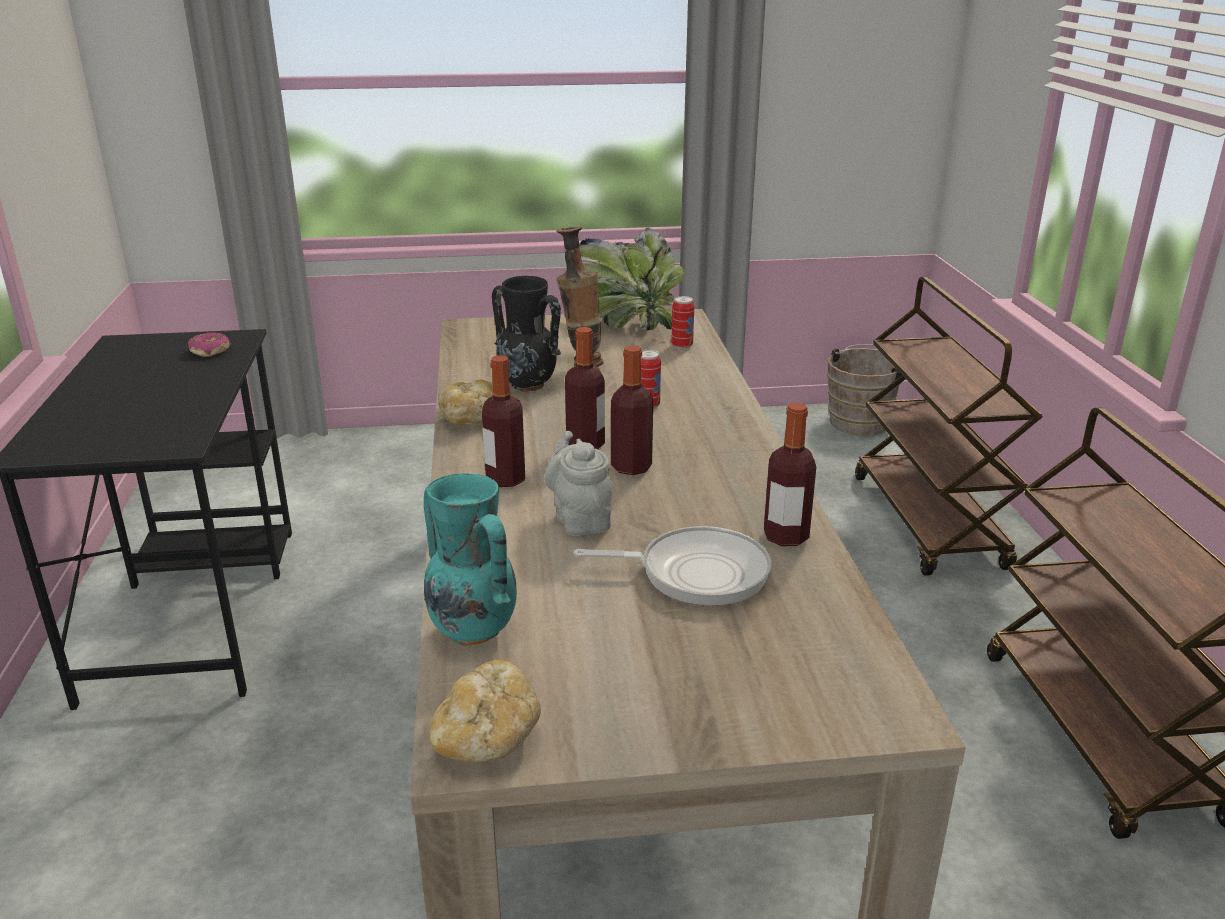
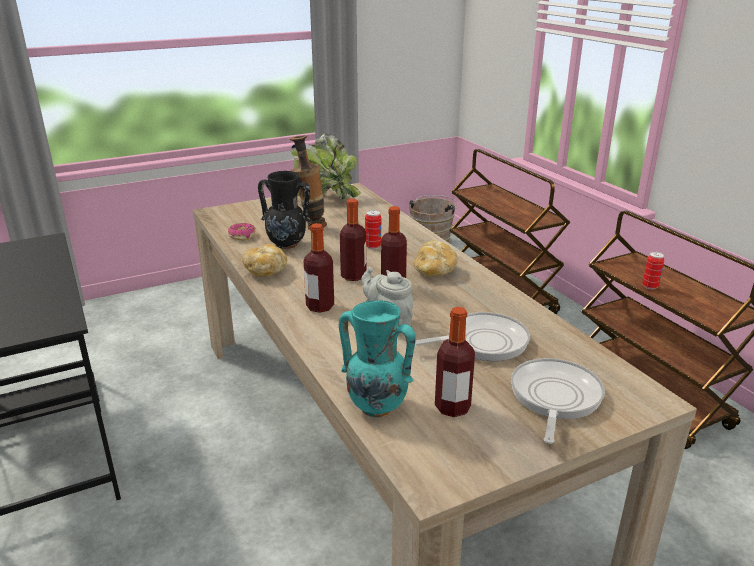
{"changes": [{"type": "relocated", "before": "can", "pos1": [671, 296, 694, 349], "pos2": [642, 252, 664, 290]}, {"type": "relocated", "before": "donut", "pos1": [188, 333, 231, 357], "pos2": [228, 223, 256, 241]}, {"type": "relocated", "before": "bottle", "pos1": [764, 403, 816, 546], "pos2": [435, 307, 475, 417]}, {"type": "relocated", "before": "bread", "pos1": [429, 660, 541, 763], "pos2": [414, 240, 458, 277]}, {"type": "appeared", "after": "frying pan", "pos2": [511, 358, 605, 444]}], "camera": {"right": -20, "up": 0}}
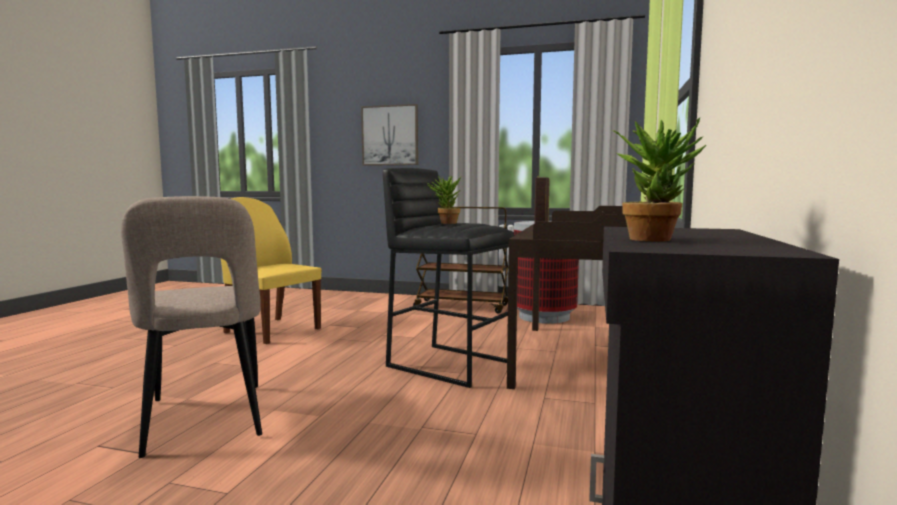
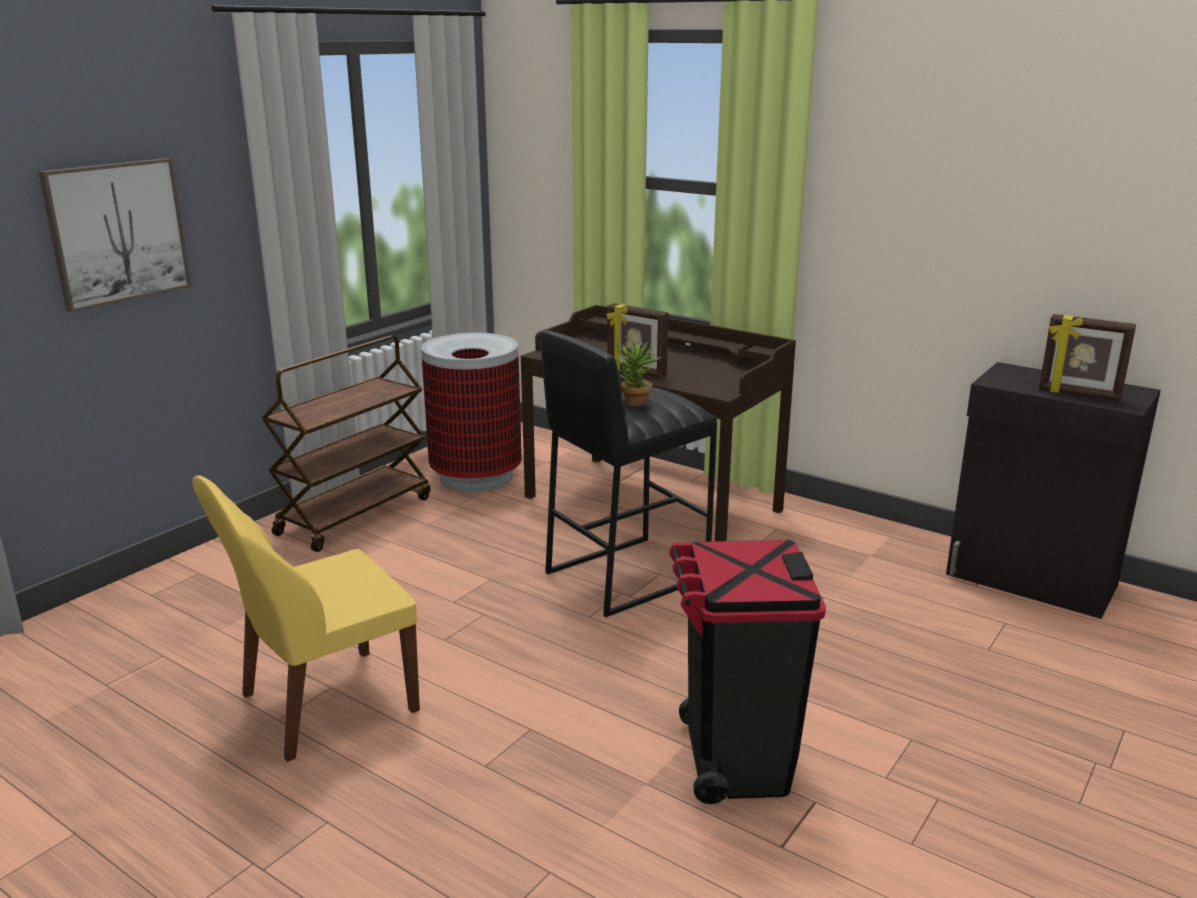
{"changes": [{"type": "exchanged", "before": "potted plant", "after": "picture frame", "pos1": [612, 118, 706, 241], "pos2": [1039, 314, 1136, 401]}, {"type": "exchanged", "before": "beige chair", "after": "black trash can", "pos1": [121, 196, 262, 458], "pos2": [669, 540, 826, 804]}], "camera": {"right": -70, "up": 15}}
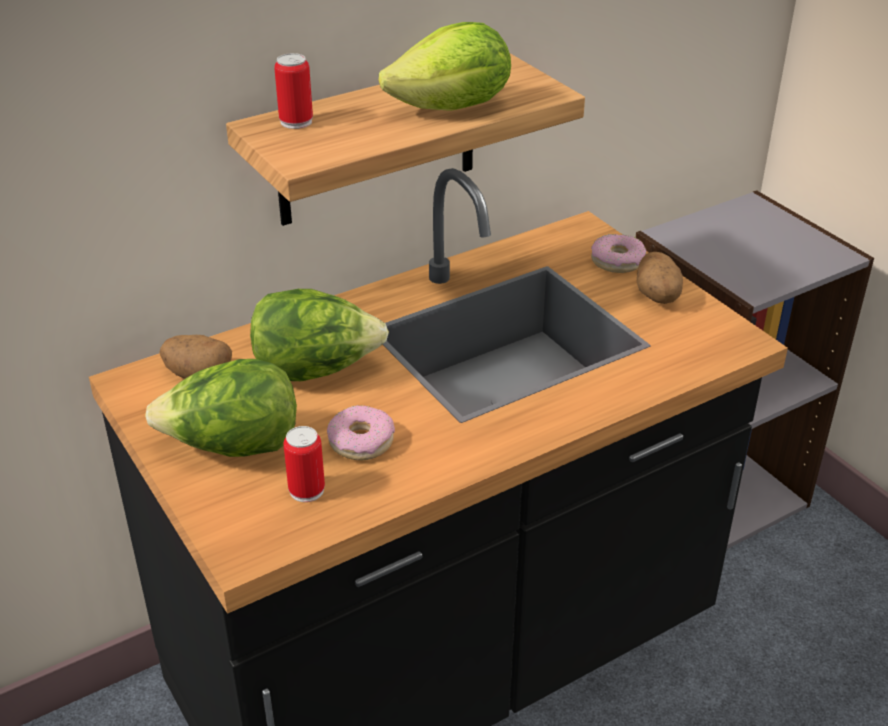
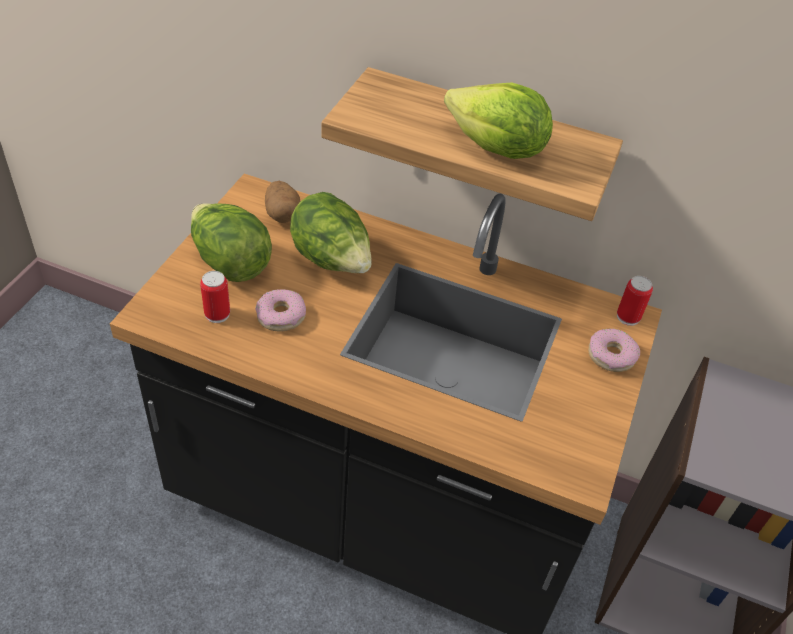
{"changes": [{"type": "relocated", "before": "can", "pos1": [274, 53, 313, 129], "pos2": [617, 276, 653, 326]}, {"type": "missing", "before": "potato", "pos1": [637, 252, 683, 304]}], "camera": {"right": 50, "up": 10}}
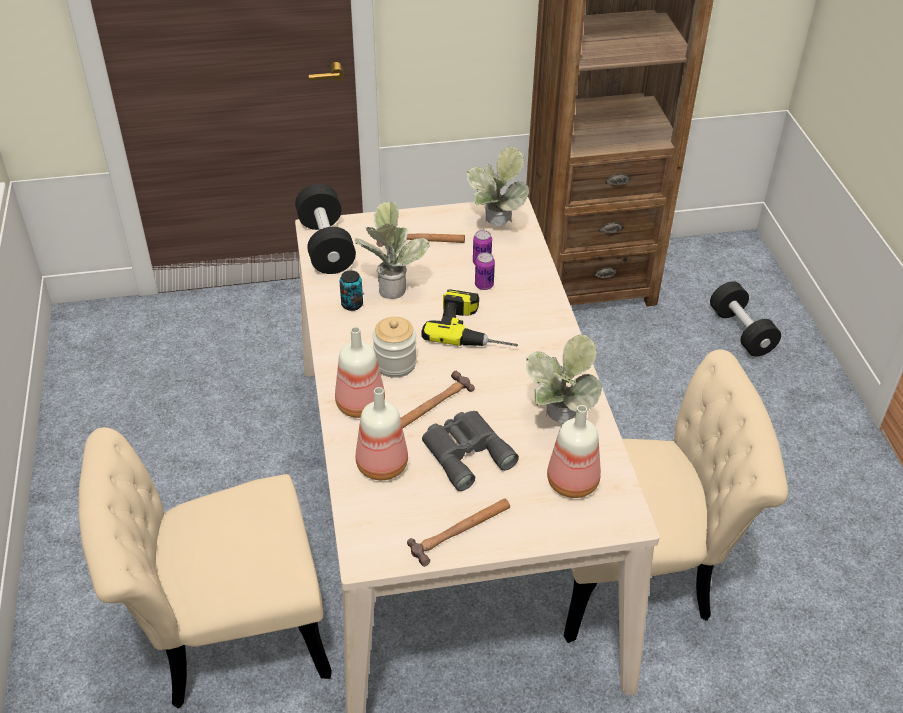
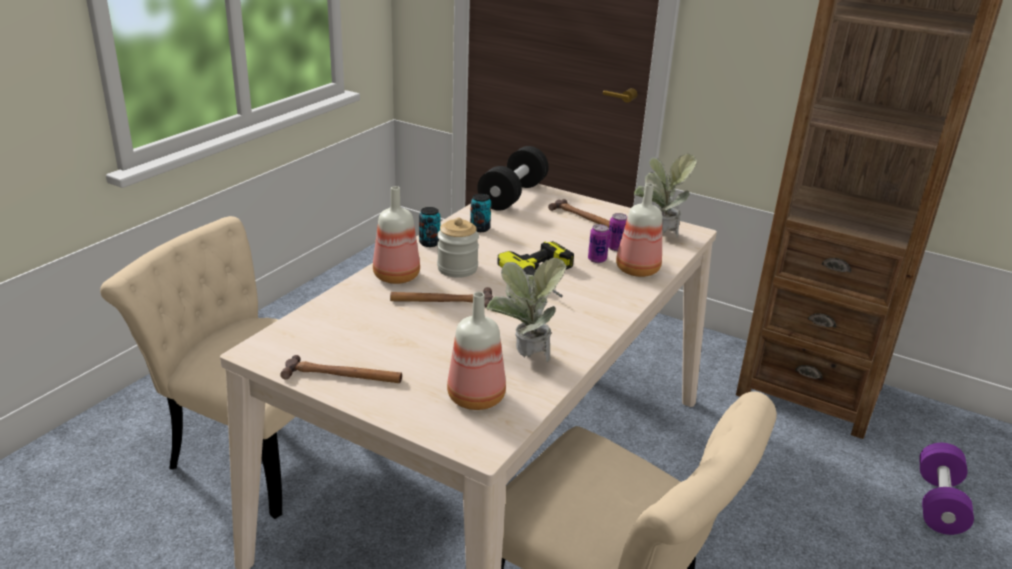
{"changes": [{"type": "missing", "before": "potted plant", "pos1": [355, 202, 431, 299]}, {"type": "colour", "before": "black dumbbell", "after": "purple dumbbell", "pos1": [710, 281, 781, 357], "pos2": [919, 443, 974, 535]}, {"type": "relocated", "before": "bottle", "pos1": [356, 387, 408, 480], "pos2": [616, 183, 662, 277]}, {"type": "missing", "before": "grey binoculars", "pos1": [422, 411, 519, 491]}, {"type": "appeared", "after": "can", "pos2": [419, 207, 440, 247]}], "camera": {"right": 40, "up": -15}}
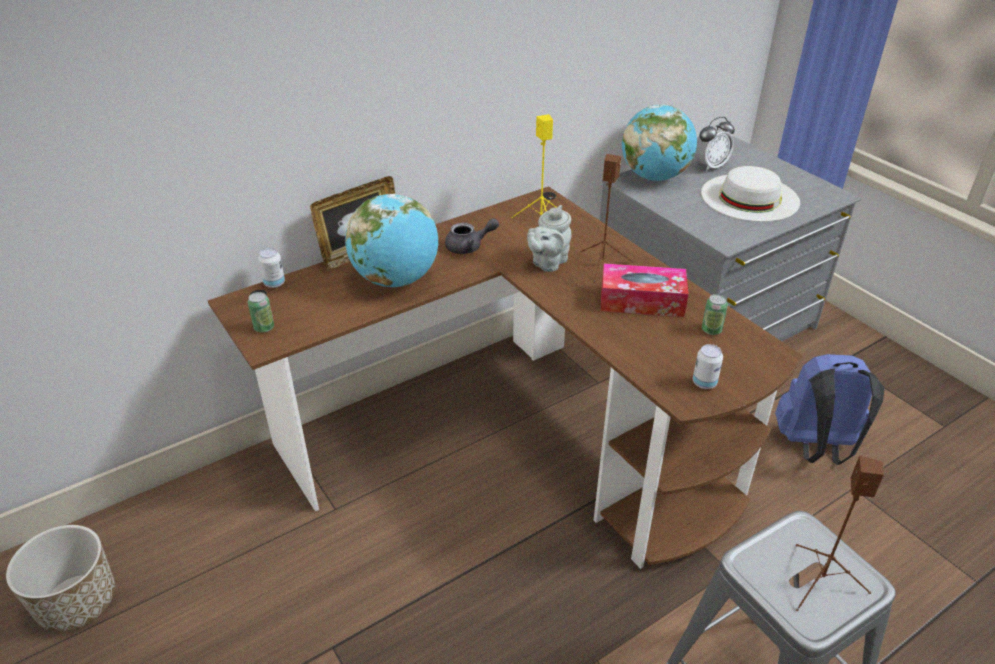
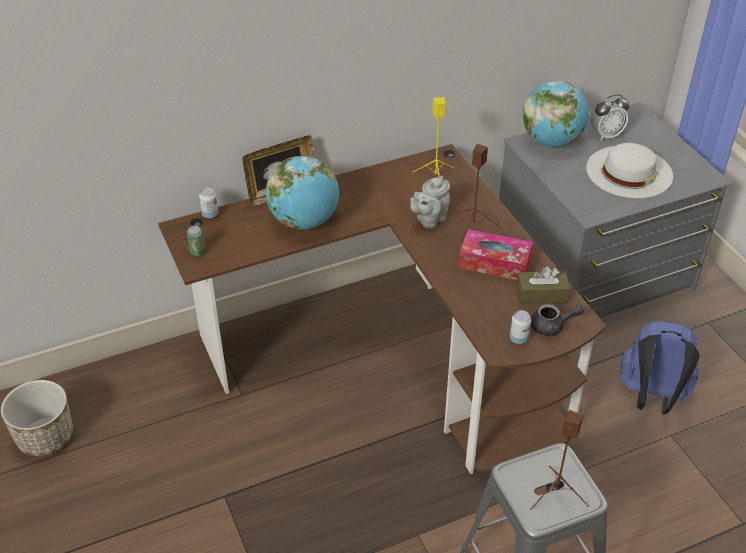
{"changes": [{"type": "relocated", "before": "grey teapot", "pos1": [445, 218, 499, 254], "pos2": [531, 304, 584, 336]}, {"type": "exchanged", "before": "can", "after": "brown tissue box", "pos1": [702, 294, 728, 335], "pos2": [516, 267, 570, 305]}], "camera": {"right": 10, "up": 5}}
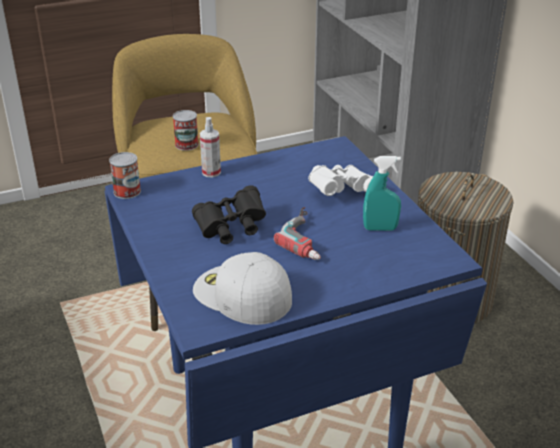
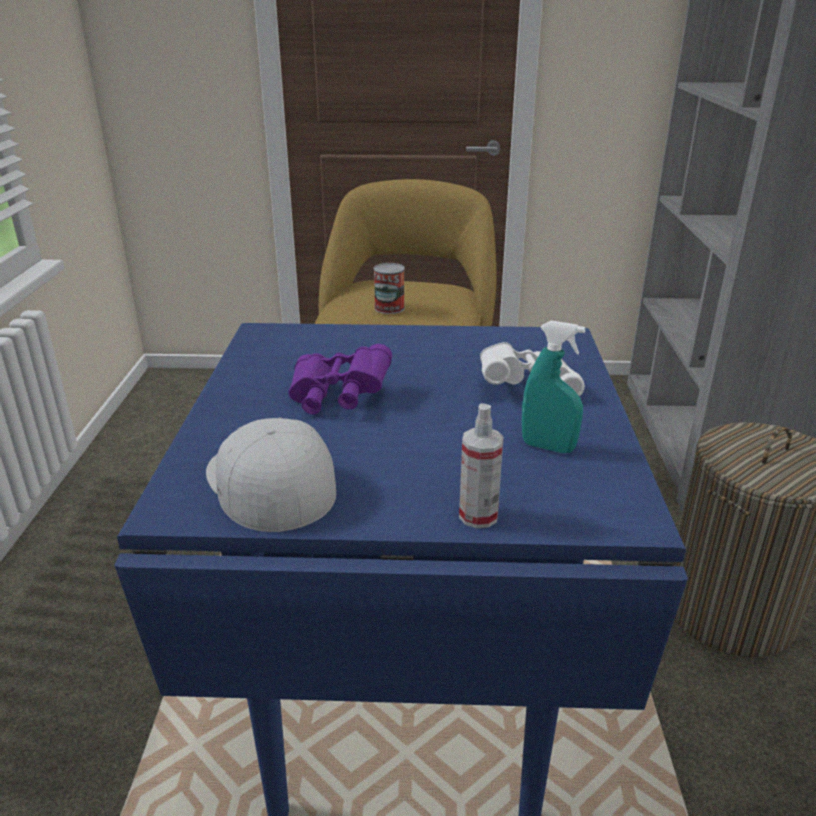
{"changes": [{"type": "relocated", "before": "spray bottle", "pos1": [200, 117, 221, 177], "pos2": [459, 403, 504, 528]}, {"type": "missing", "before": "can", "pos1": [109, 152, 141, 199]}, {"type": "colour", "before": "black binoculars", "after": "purple binoculars", "pos1": [192, 185, 266, 244], "pos2": [288, 344, 392, 414]}, {"type": "missing", "before": "power drill", "pos1": [274, 207, 321, 260]}], "camera": {"right": 25, "up": -5}}
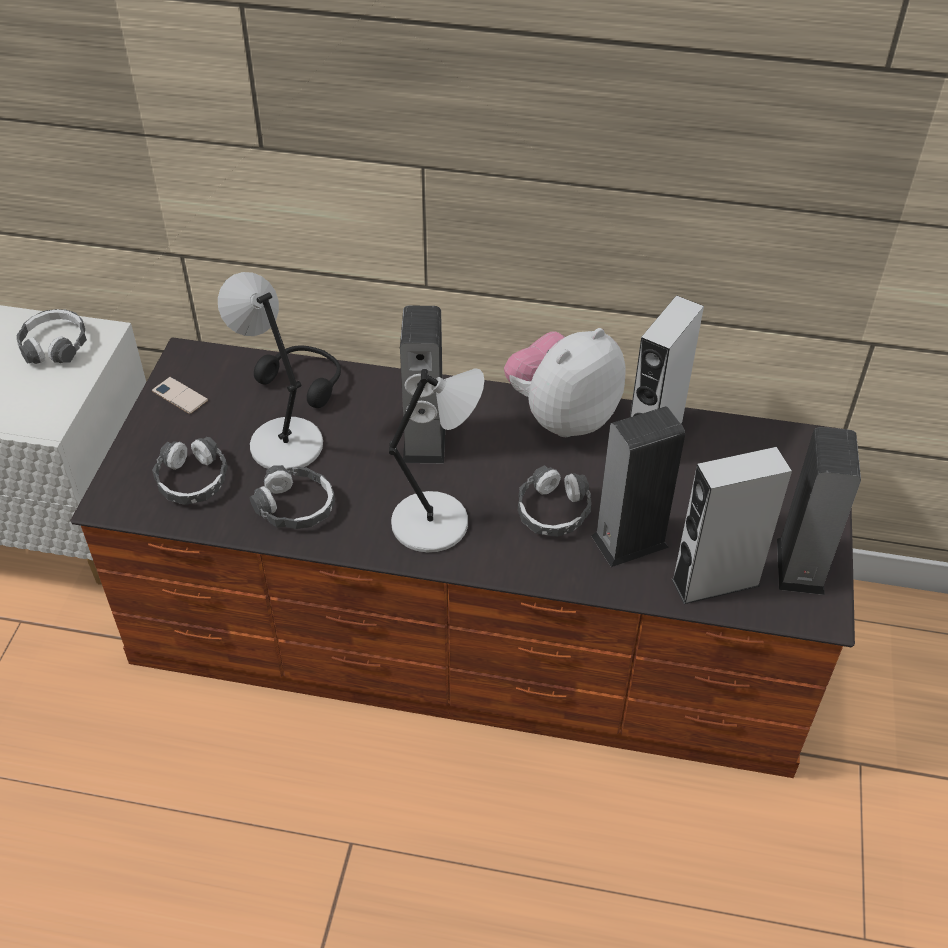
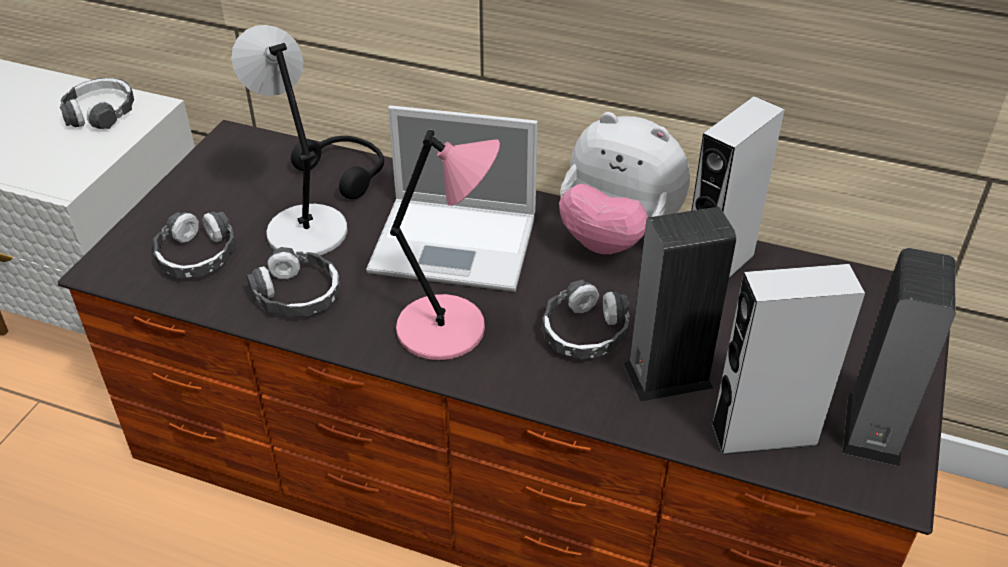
{"changes": [{"type": "exchanged", "before": "speaker", "after": "laptop", "pos1": [400, 305, 445, 463], "pos2": [366, 105, 538, 292]}, {"type": "spun", "before": "plush toy", "pos1": [504, 328, 626, 437], "pos2": [559, 112, 690, 254], "turn": -120}, {"type": "colour", "before": "grey table lamp", "after": "pink table lamp", "pos1": [389, 368, 484, 553], "pos2": [390, 130, 500, 360]}, {"type": "missing", "before": "phone", "pos1": [152, 377, 208, 414]}], "camera": {"right": 10, "up": -5}}
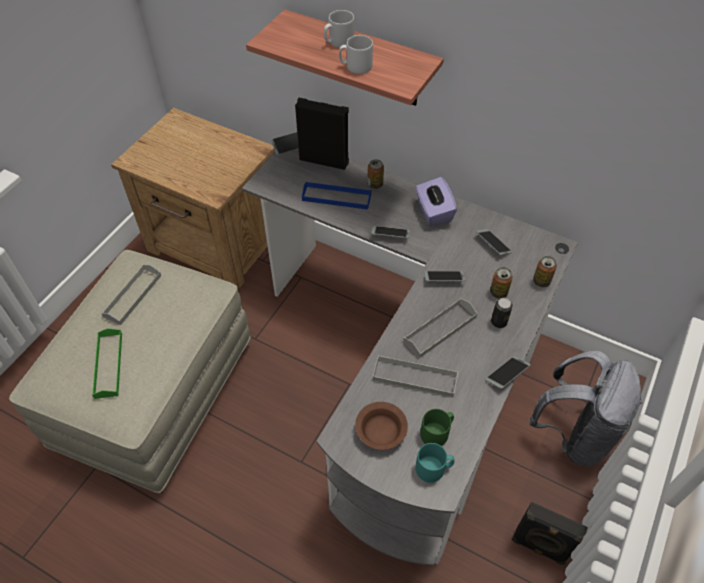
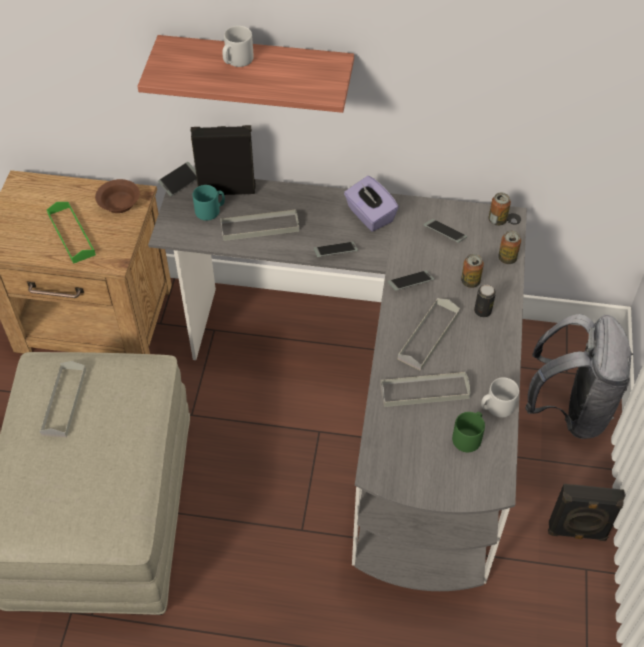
{"changes": [{"type": "relocated", "before": "grey mug", "pos1": [339, 35, 373, 74], "pos2": [481, 377, 519, 417]}, {"type": "relocated", "before": "can", "pos1": [367, 159, 384, 189], "pos2": [488, 193, 511, 226]}, {"type": "colour", "before": "blue tray", "after": "grey tray", "pos1": [302, 181, 371, 210], "pos2": [220, 209, 299, 241]}, {"type": "relocated", "before": "green tray", "pos1": [92, 328, 122, 399], "pos2": [47, 202, 96, 264]}, {"type": "missing", "before": "phone", "pos1": [485, 356, 531, 389]}, {"type": "relocated", "before": "brown bowl", "pos1": [355, 402, 408, 450], "pos2": [95, 179, 140, 213]}, {"type": "relocated", "before": "turquoise mug", "pos1": [415, 443, 455, 483], "pos2": [193, 185, 225, 221]}], "camera": {"right": -20, "up": 0}}
